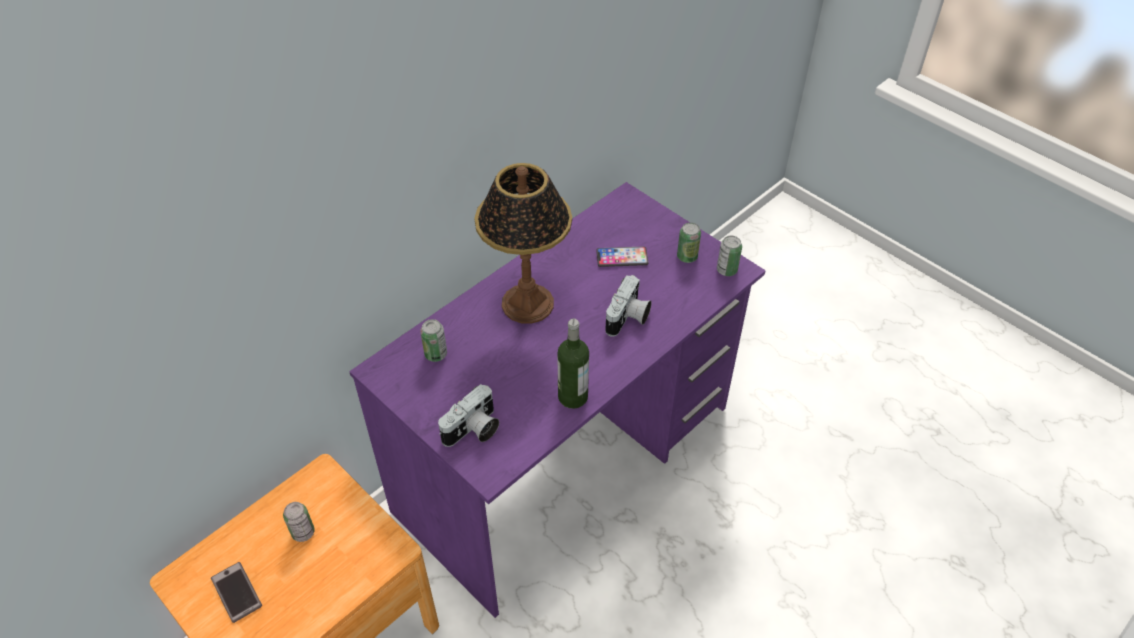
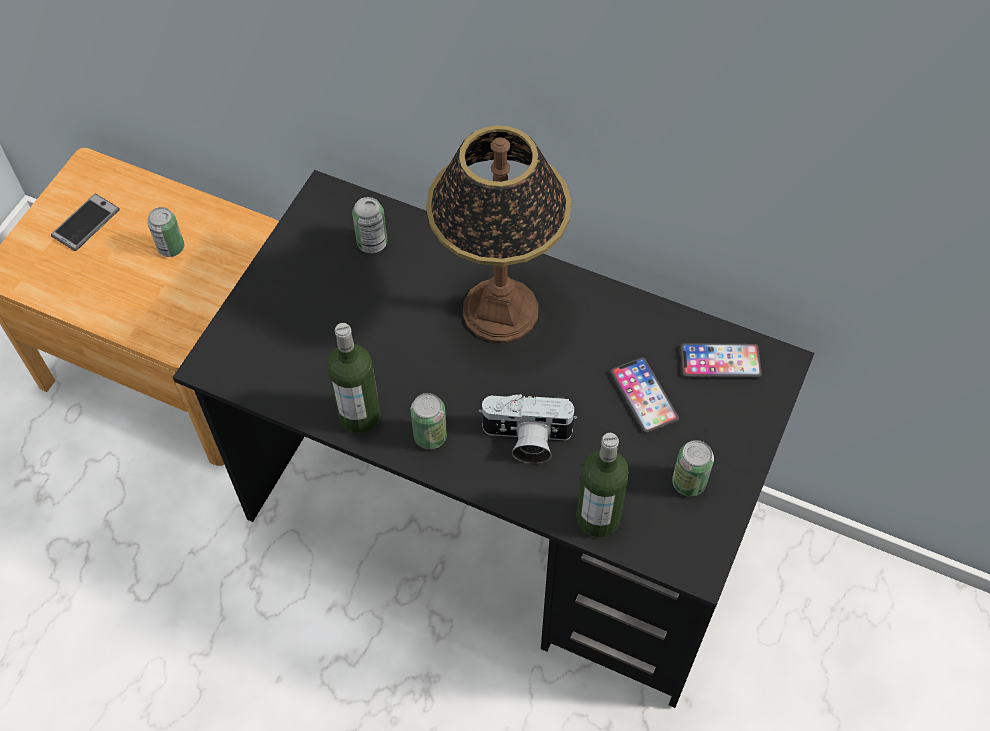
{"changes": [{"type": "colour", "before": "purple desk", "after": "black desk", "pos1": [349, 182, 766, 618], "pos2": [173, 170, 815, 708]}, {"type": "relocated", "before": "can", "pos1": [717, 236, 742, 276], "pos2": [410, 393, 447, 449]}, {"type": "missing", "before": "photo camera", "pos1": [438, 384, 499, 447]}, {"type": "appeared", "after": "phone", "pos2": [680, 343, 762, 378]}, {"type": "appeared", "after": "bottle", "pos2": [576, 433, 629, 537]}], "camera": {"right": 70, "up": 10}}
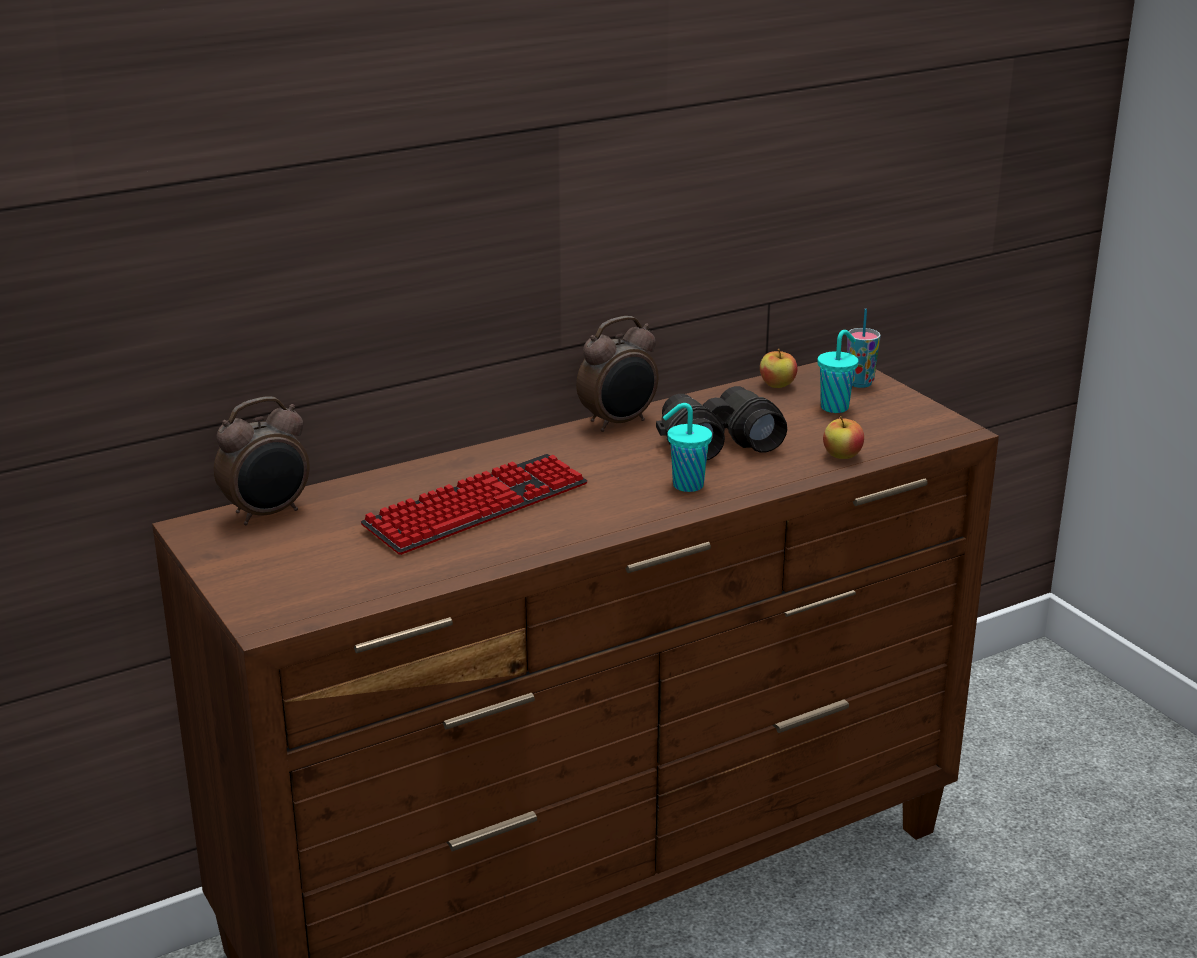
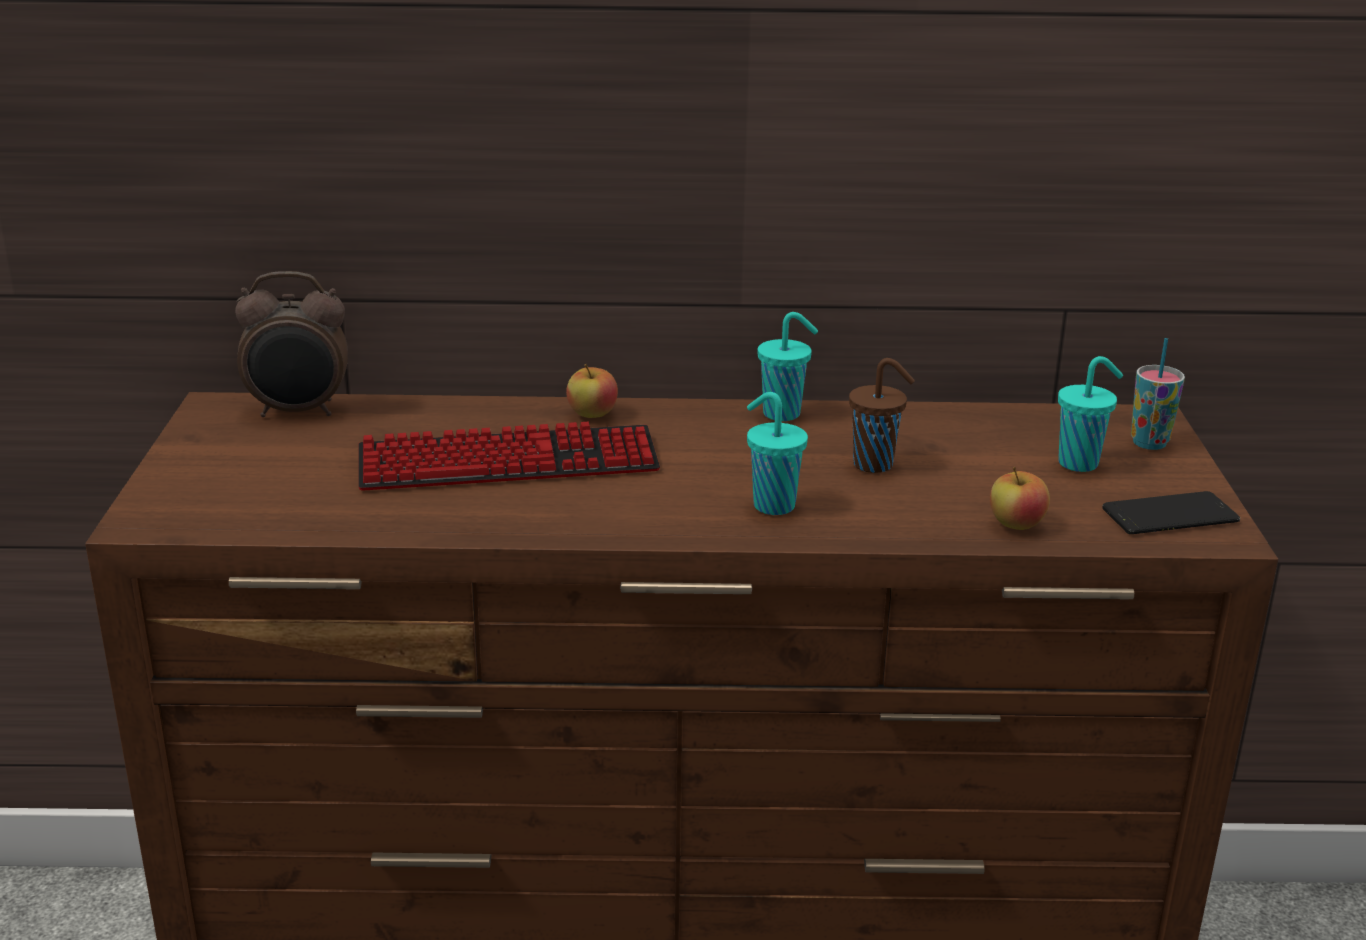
{"changes": [{"type": "exchanged", "before": "alarm clock", "after": "turquoise cup", "pos1": [576, 316, 658, 432], "pos2": [757, 312, 818, 421]}, {"type": "relocated", "before": "apple", "pos1": [760, 349, 797, 388], "pos2": [566, 364, 618, 418]}, {"type": "exchanged", "before": "black binoculars", "after": "brown cup", "pos1": [656, 386, 787, 461], "pos2": [849, 358, 915, 473]}, {"type": "appeared", "after": "phone", "pos2": [1102, 491, 1240, 534]}], "camera": {"right": 30, "up": 0}}
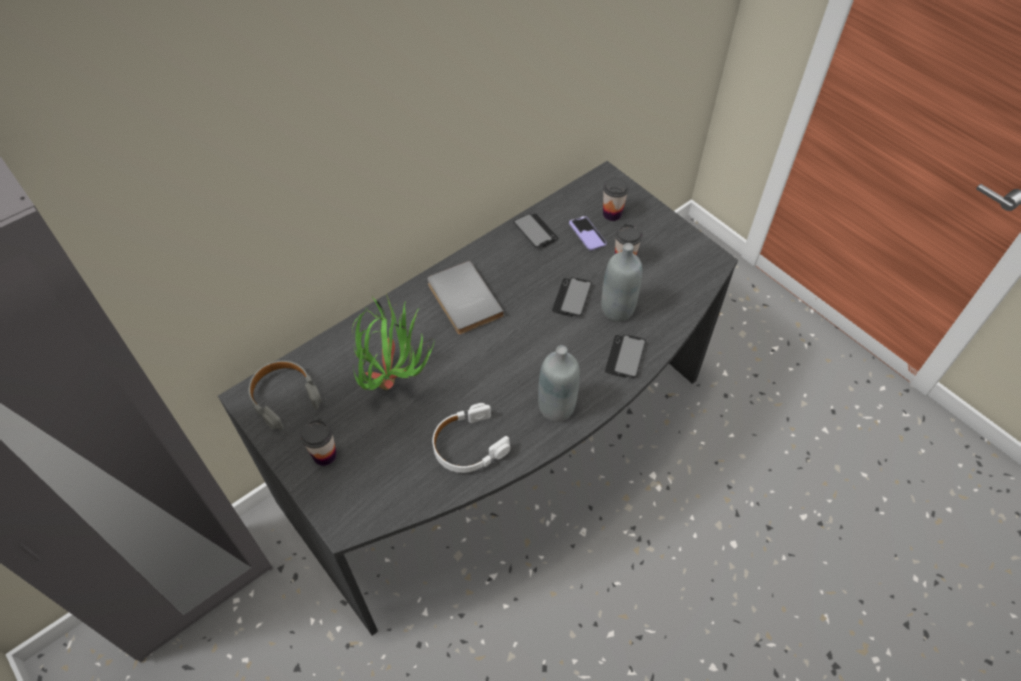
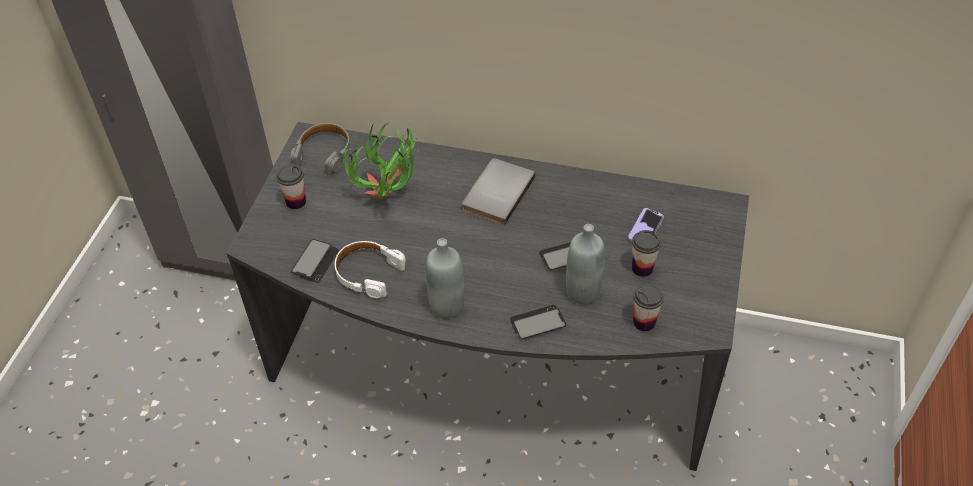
{"changes": [{"type": "relocated", "before": "cup", "pos1": [603, 177, 629, 221], "pos2": [633, 284, 664, 331]}, {"type": "relocated", "before": "phone", "pos1": [513, 214, 559, 248], "pos2": [291, 239, 339, 283]}], "camera": {"right": 55, "up": -5}}
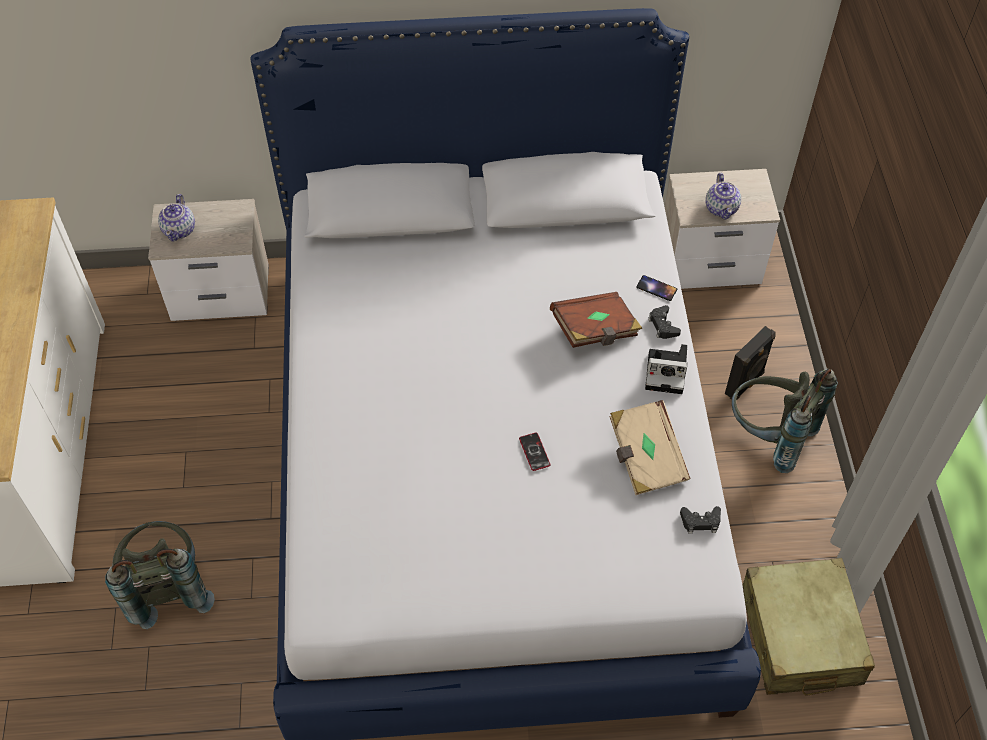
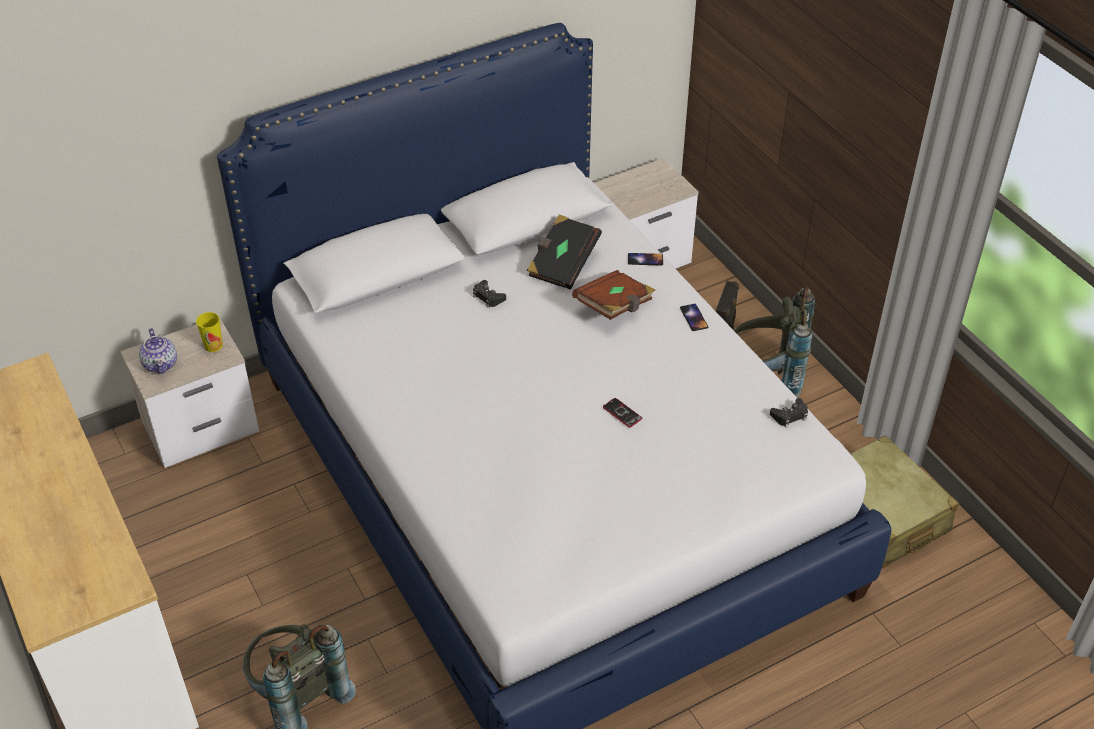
{"changes": [{"type": "missing", "before": "teapot", "pos1": [706, 173, 741, 220]}, {"type": "relocated", "before": "black game controller", "pos1": [648, 305, 681, 339], "pos2": [473, 280, 506, 308]}, {"type": "exchanged", "before": "photo camera", "after": "phone", "pos1": [645, 344, 687, 394], "pos2": [680, 304, 708, 331]}, {"type": "missing", "before": "beige book", "pos1": [610, 400, 690, 495]}, {"type": "appeared", "after": "black book", "pos2": [527, 214, 602, 289]}, {"type": "appeared", "after": "cup", "pos2": [196, 312, 223, 352]}], "camera": {"right": -25, "up": -10}}
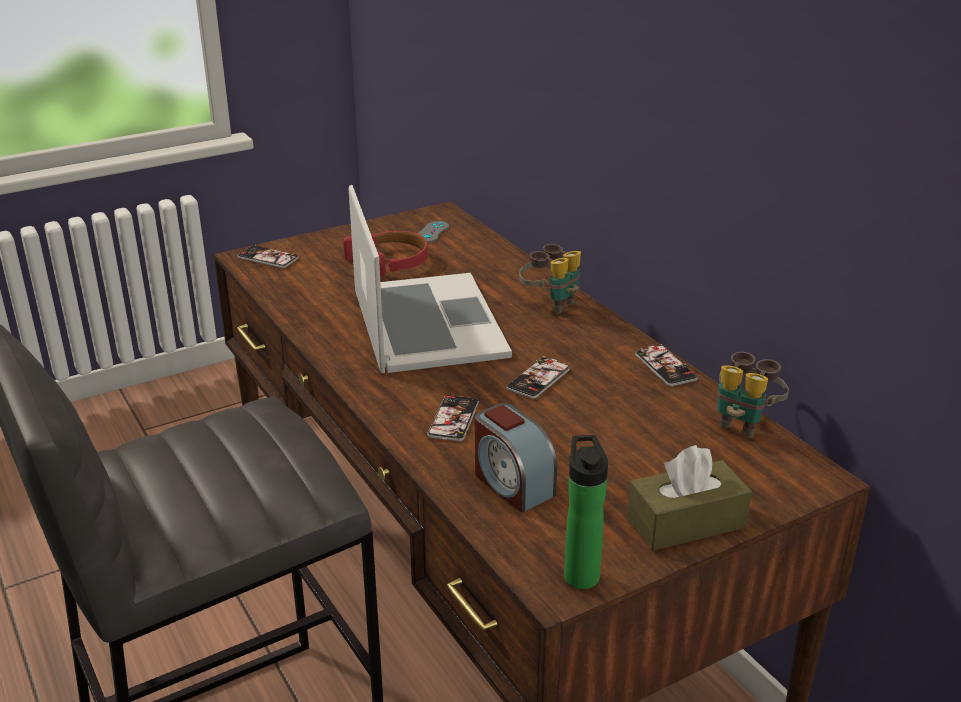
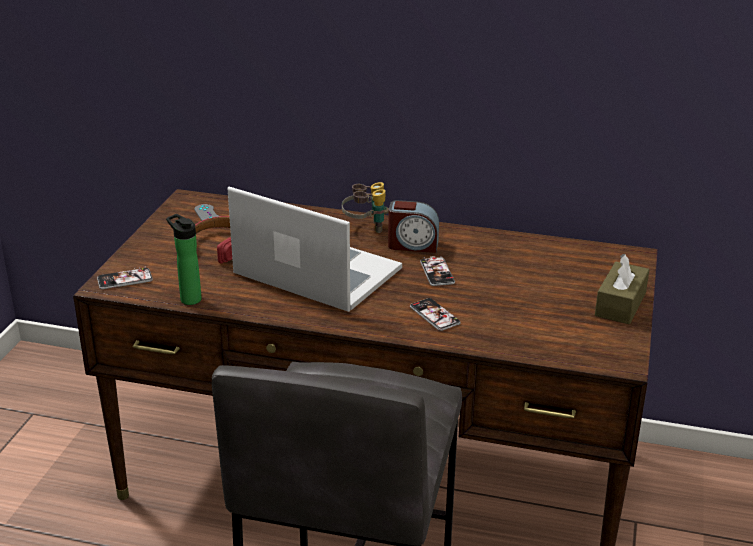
{"changes": [{"type": "missing", "before": "phone", "pos1": [635, 344, 698, 387]}, {"type": "missing", "before": "binoculars", "pos1": [717, 352, 789, 438]}, {"type": "relocated", "before": "alarm clock", "pos1": [475, 403, 557, 512], "pos2": [388, 200, 439, 253]}, {"type": "relocated", "before": "bottle", "pos1": [564, 435, 608, 589], "pos2": [166, 214, 202, 305]}], "camera": {"right": -45, "up": 0}}
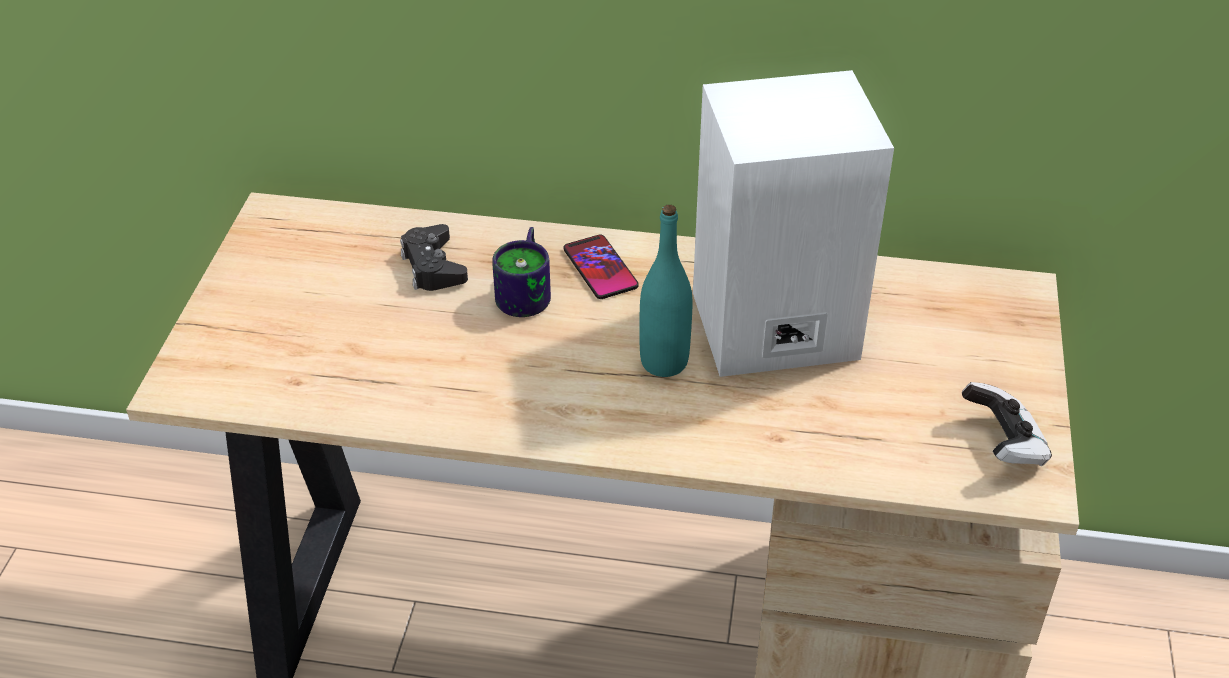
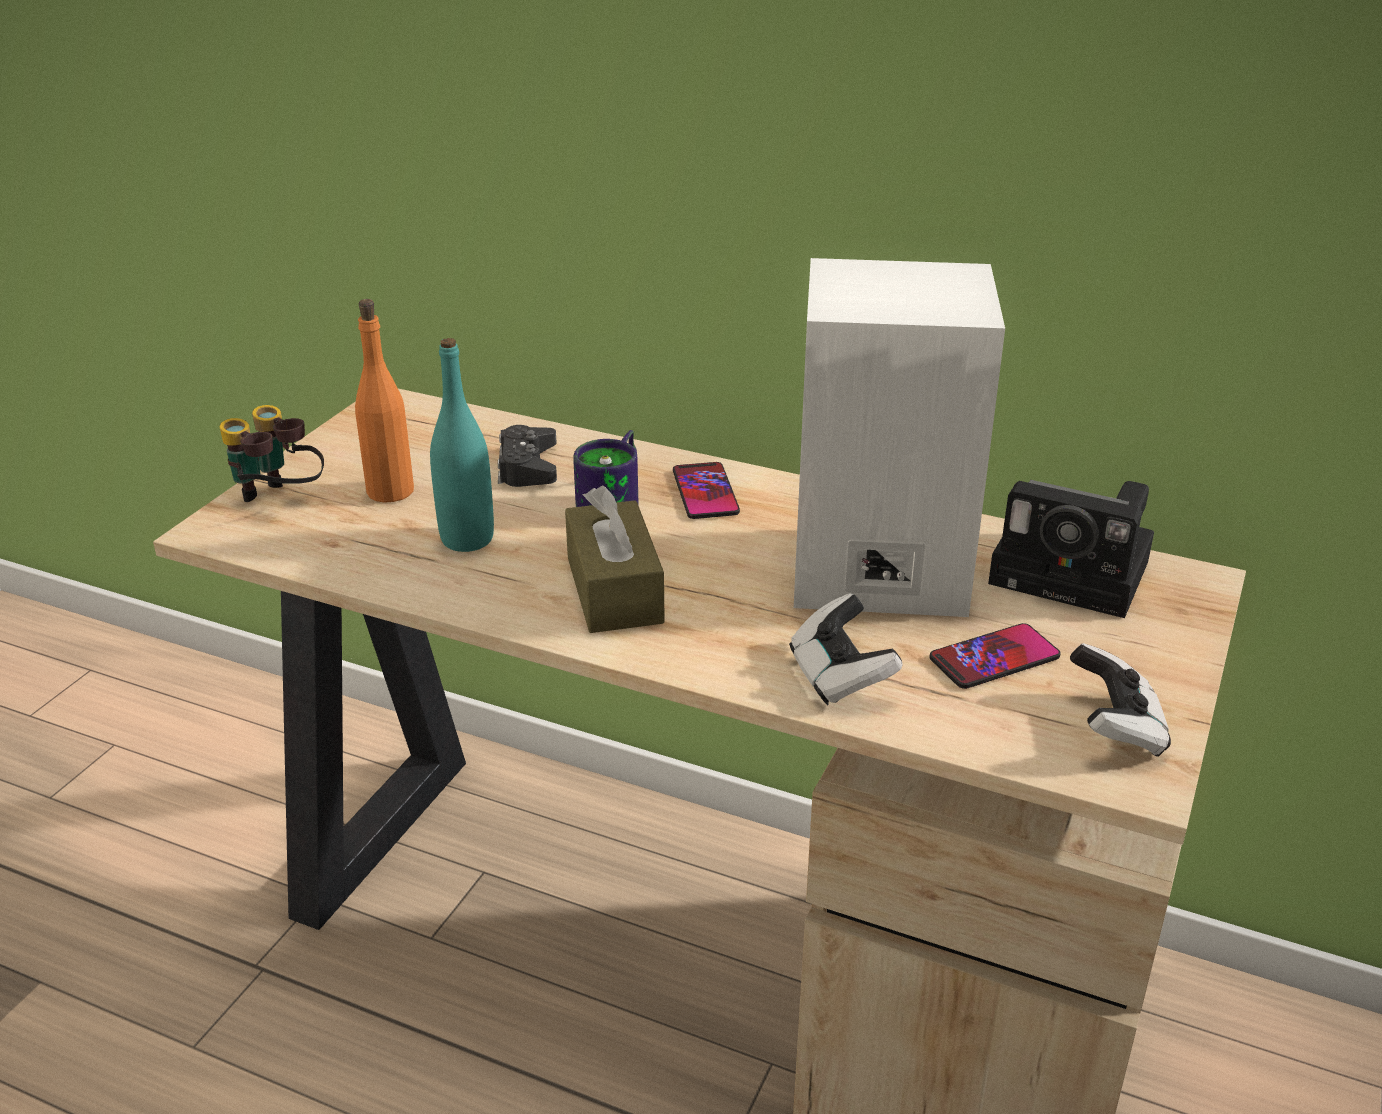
{"changes": [{"type": "relocated", "before": "turquoise bottle", "pos1": [639, 205, 692, 377], "pos2": [430, 338, 494, 552]}, {"type": "appeared", "after": "orange bottle", "pos2": [355, 299, 414, 503]}, {"type": "appeared", "after": "binoculars", "pos2": [220, 405, 324, 502]}, {"type": "appeared", "after": "photo camera", "pos2": [988, 480, 1154, 618]}, {"type": "appeared", "after": "brown tissue box", "pos2": [565, 485, 665, 633]}, {"type": "appeared", "after": "game controller", "pos2": [789, 594, 902, 705]}, {"type": "appeared", "after": "phone", "pos2": [929, 623, 1061, 689]}], "camera": {"right": 15, "up": -10}}
